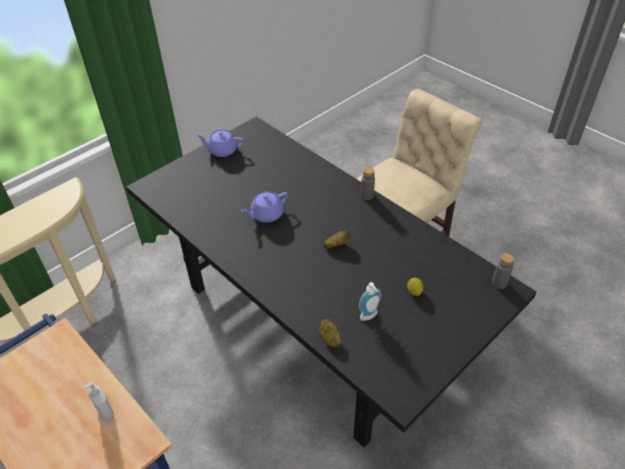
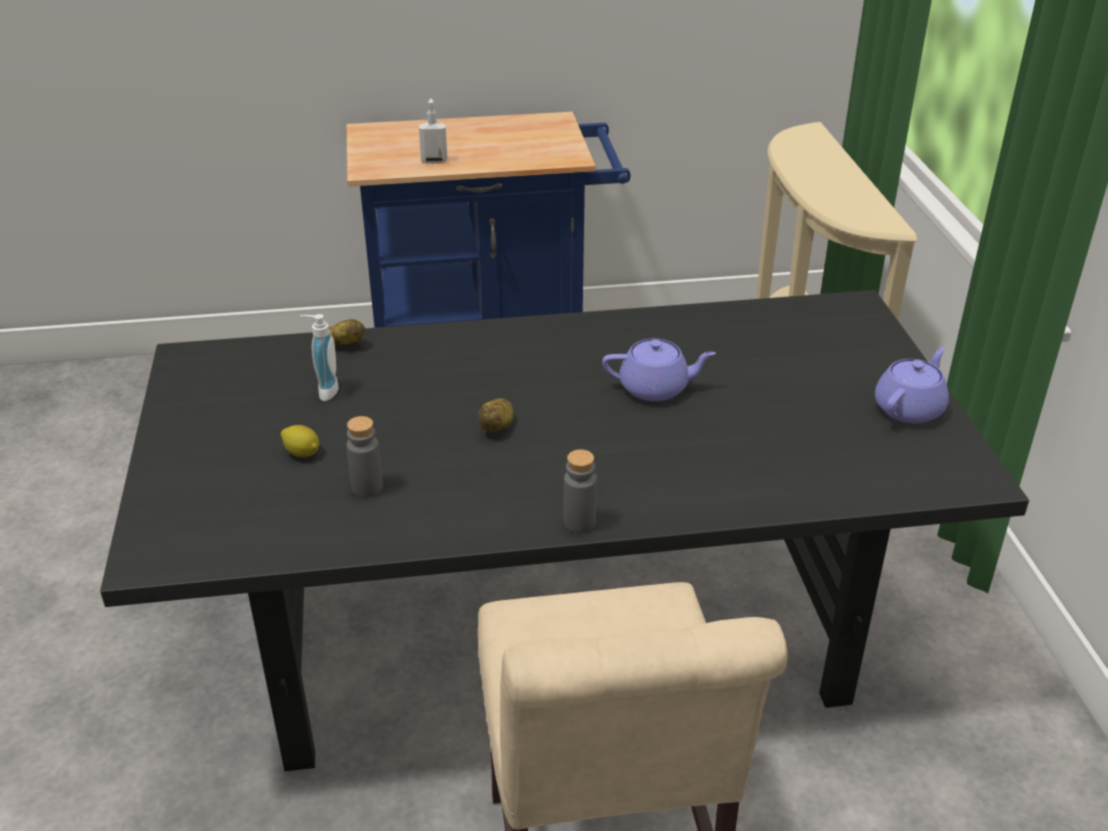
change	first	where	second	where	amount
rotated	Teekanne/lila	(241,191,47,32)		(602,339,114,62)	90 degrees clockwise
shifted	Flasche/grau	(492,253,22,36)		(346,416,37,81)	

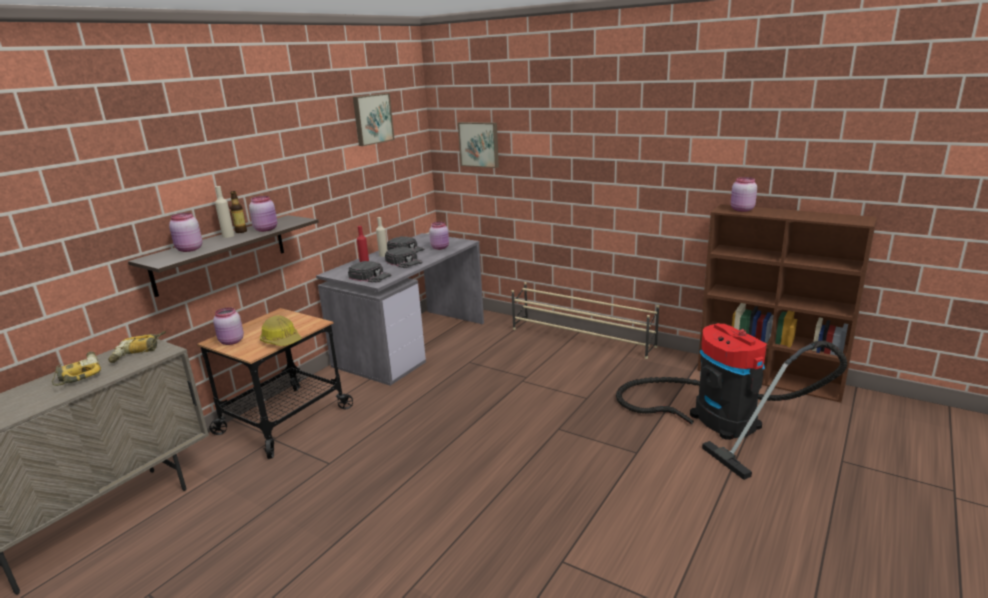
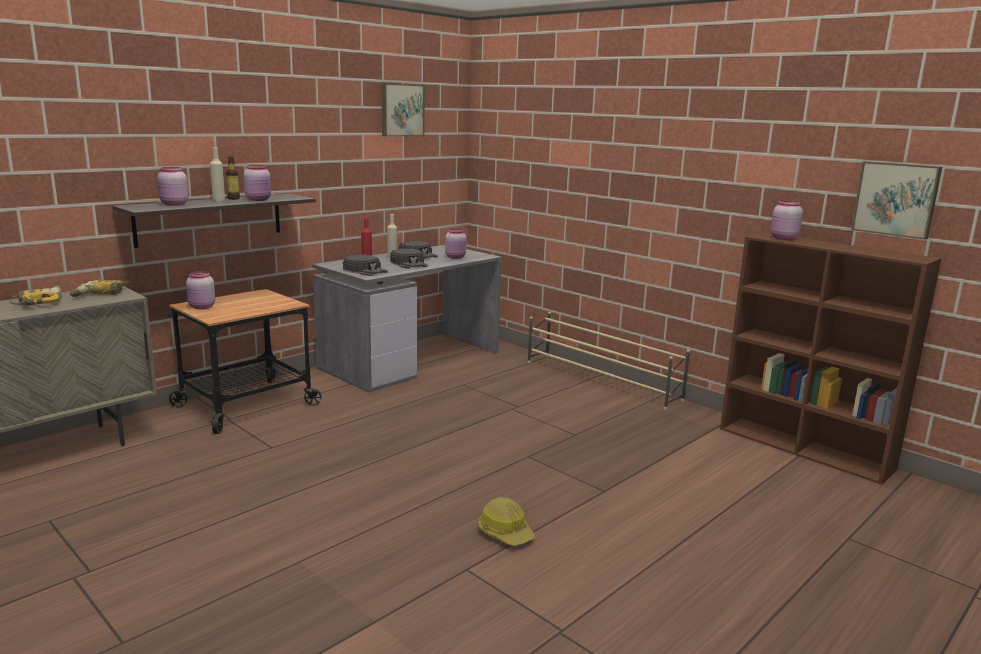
change	first	where	second	where	amount
shifted	Bild	(458,122,41,46)		(851,161,91,79)	
shifted	Schutzhelm	(260,316,42,30)		(478,497,57,49)	
gone	Staubsauger	(616,323,231,157)			

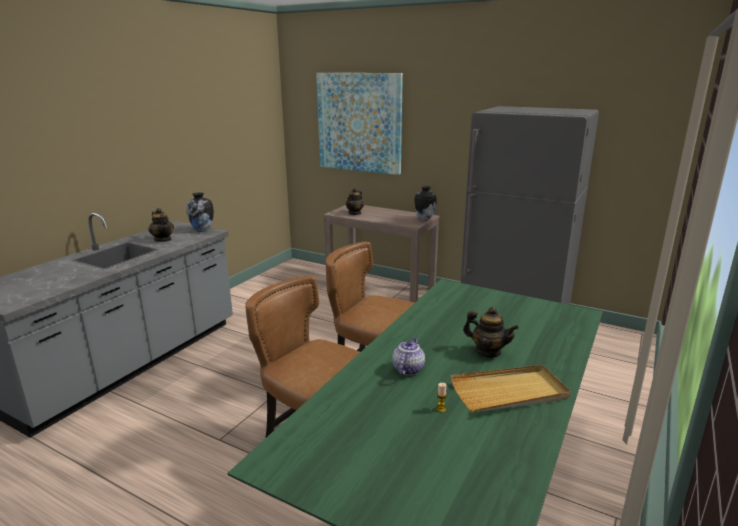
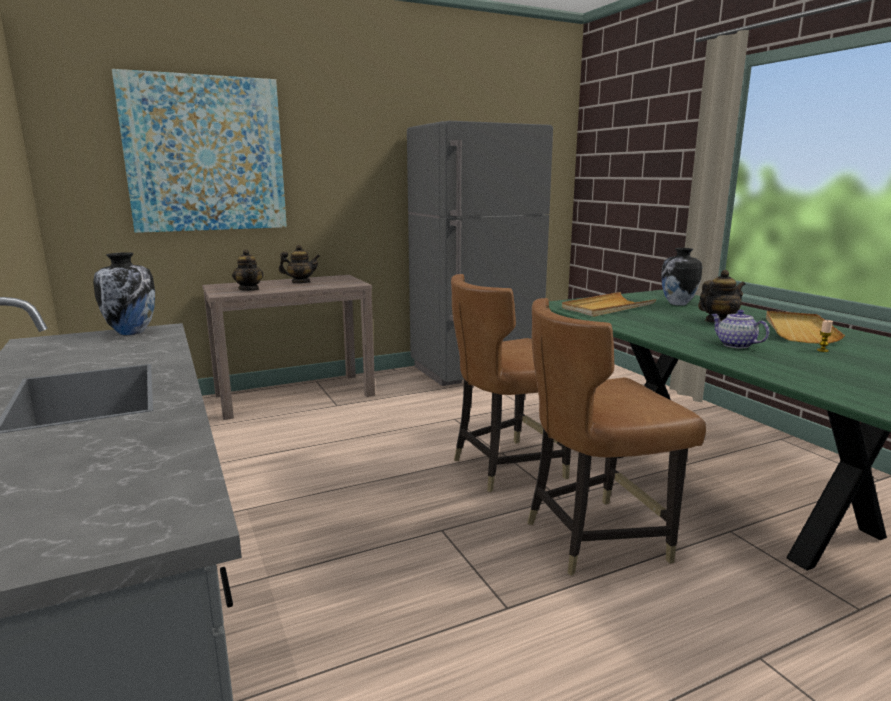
change	first	where	second	where	amount
shifted	Vase	(414,186,23,34)		(661,248,41,58)	
shifted	Teekanne	(148,208,26,34)		(279,245,41,38)	
new			Tablett/beige	(562,292,95,25)	

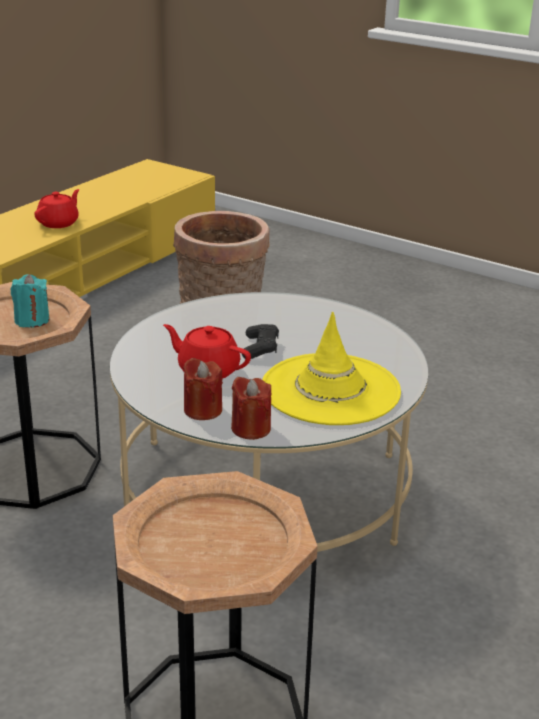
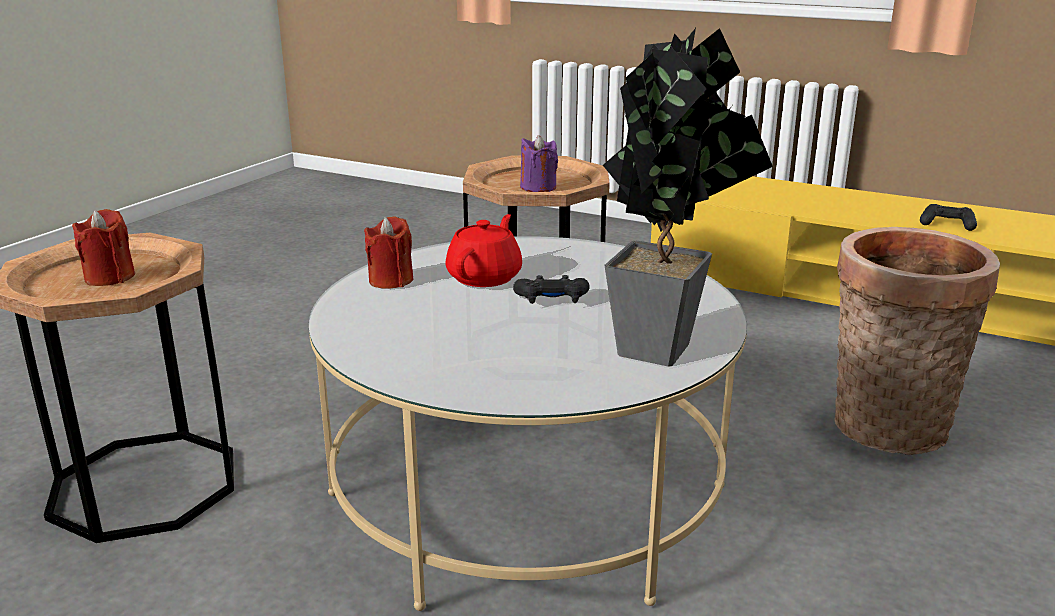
change	first	where	second	where	amount
swapped	Teekanne/rot	(34,189,46,39)	Gamepad/schwarz	(920,204,57,27)	
repainted	Kerze/türkis	(11,274,38,54)	Kerze/lila	(520,135,38,57)	
gone	Hut/gelb	(262,312,139,113)			
shifted	Kerze/rot	(231,377,40,63)		(72,209,63,77)	
new			Topfpflanze	(603,28,170,338)	

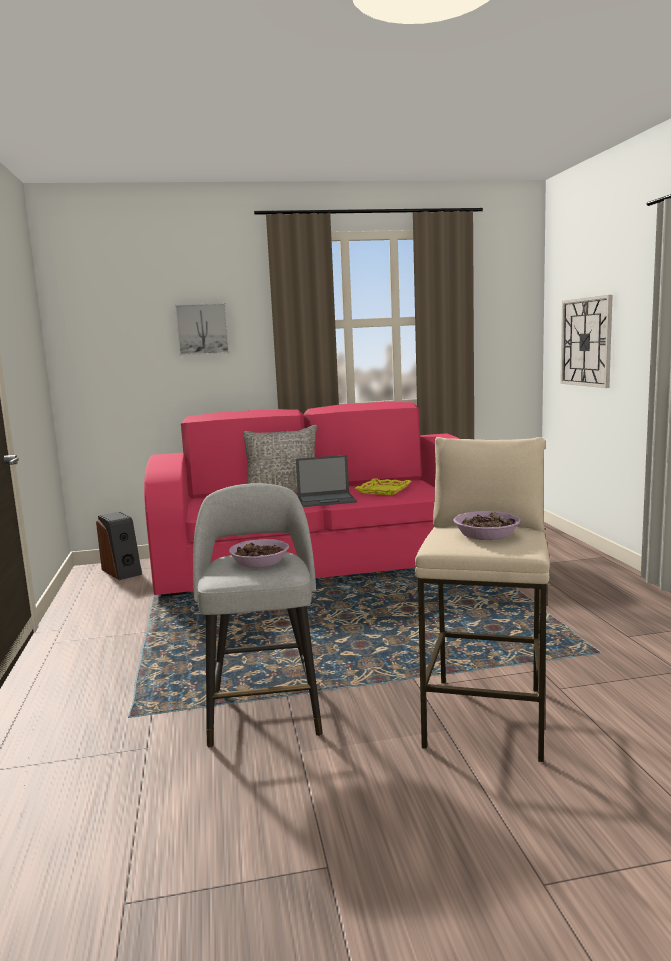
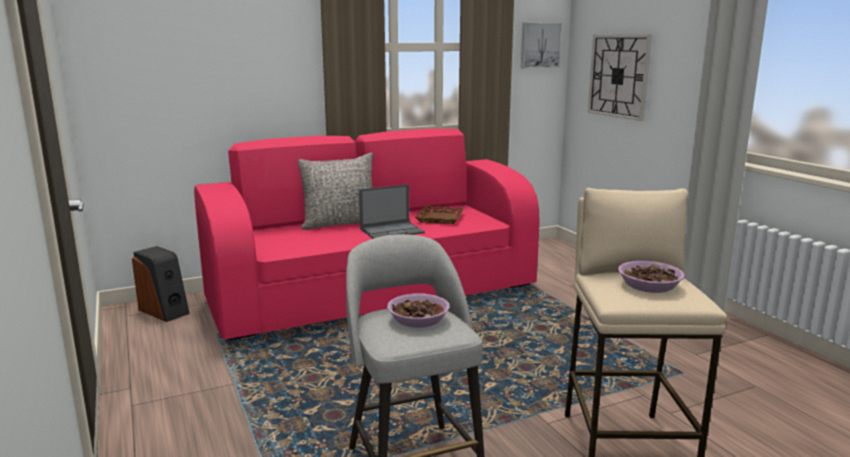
change	first	where	second	where	amount
shifted	Bild	(175,303,54,53)		(521,23,41,46)	
repainted	Tablett/gelb	(355,478,56,17)	Tablett/braun	(415,205,49,19)	

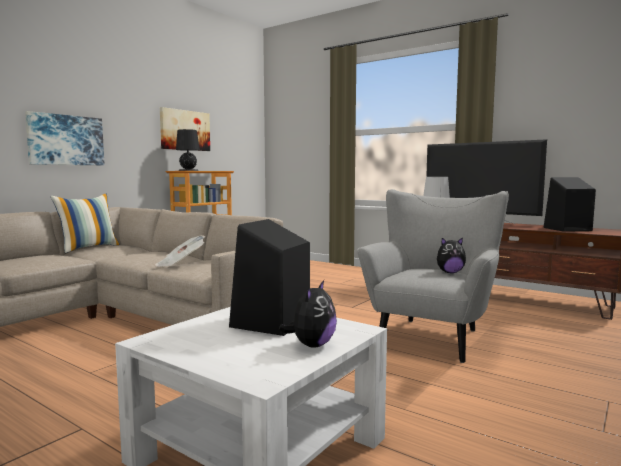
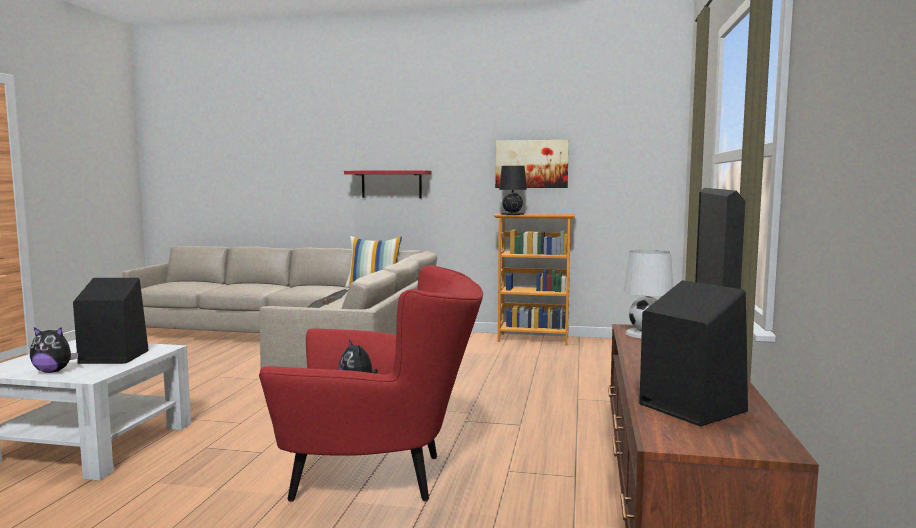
change	first	where	second	where	amount
swapped	Bild	(25,111,80,55)	Wandregal/rot	(344,170,87,28)	
repainted	Sessel/grau	(357,189,152,174)	Sessel/rot	(259,265,224,237)	

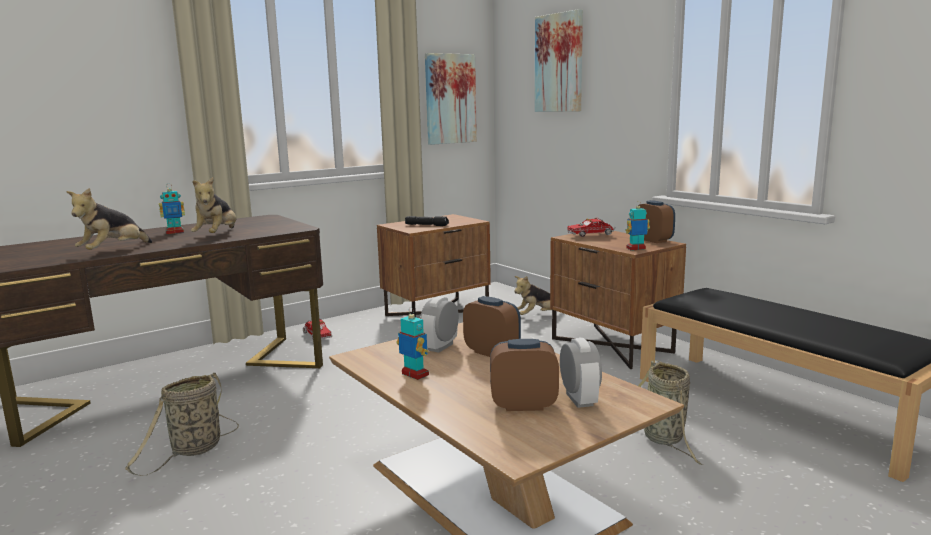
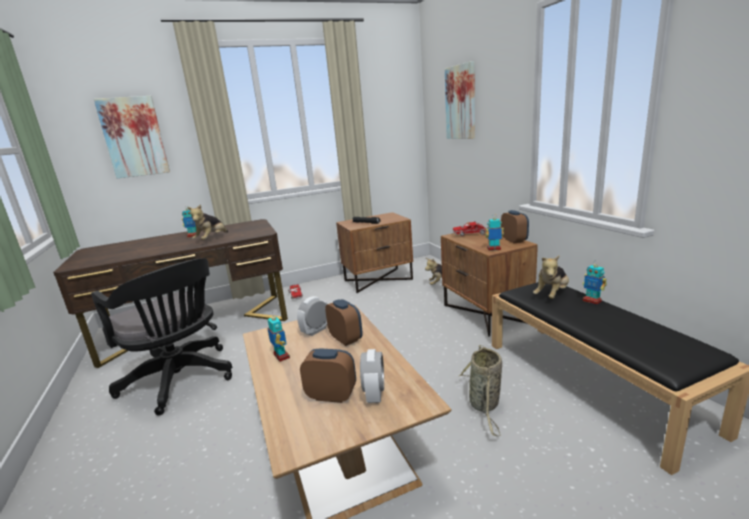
change	first	where	second	where	amount
shifted	Bild	(425,53,52,92)		(94,96,76,82)	
shifted	Plüschtier	(66,188,86,62)		(533,255,36,44)	
swapped	Korb	(125,373,114,103)	Bürostuhl/schwarz	(91,258,141,158)	
new			Spielzeugroboter	(583,260,24,45)	

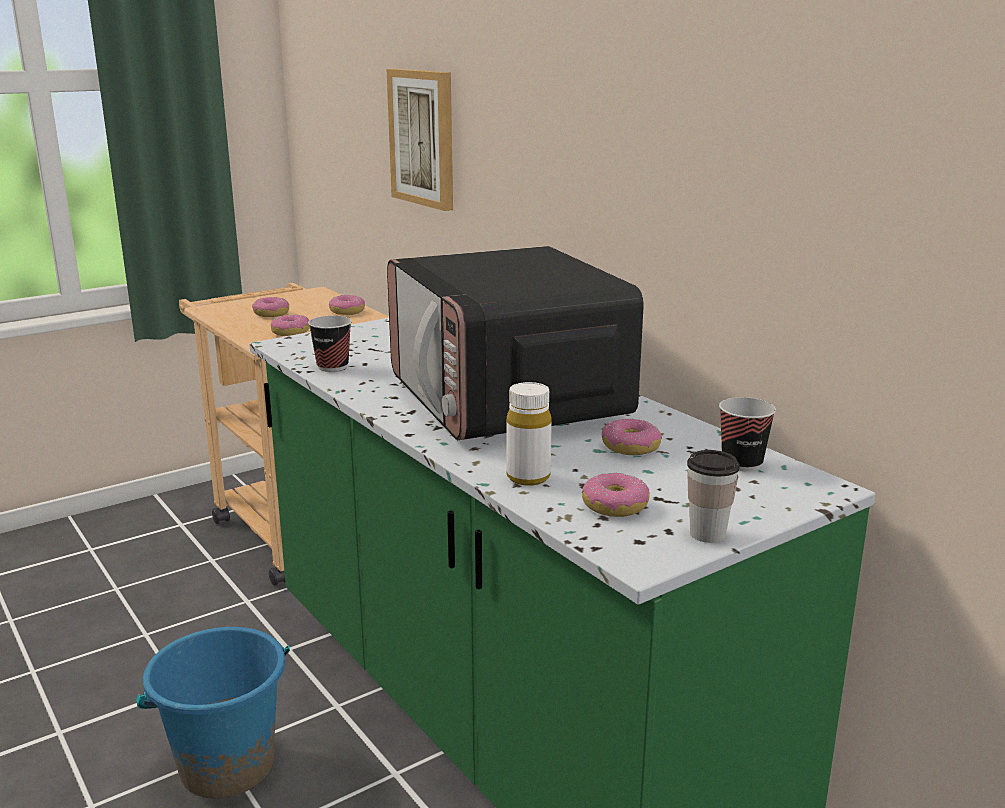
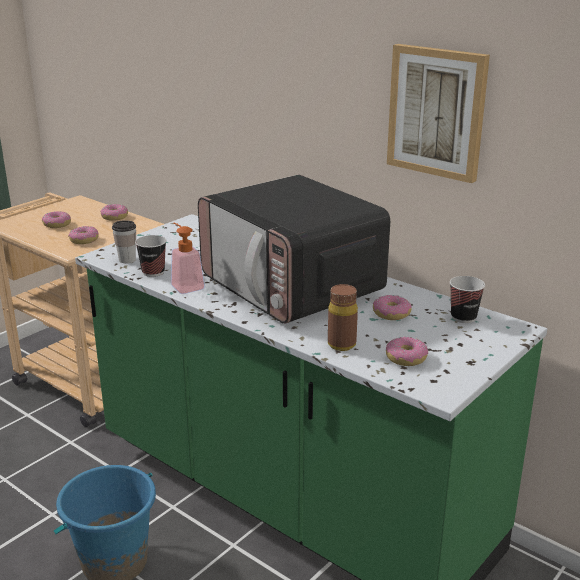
change	first	where	second	where	amount
shifted	Bild	(387,69,66,142)		(387,44,103,139)	
repainted	Flasche/weiß	(506,382,46,104)	Flasche/braun	(328,284,30,67)	
shifted	Tasse	(687,450,53,93)		(112,220,24,43)	
new			Seifenspender	(171,222,34,72)	

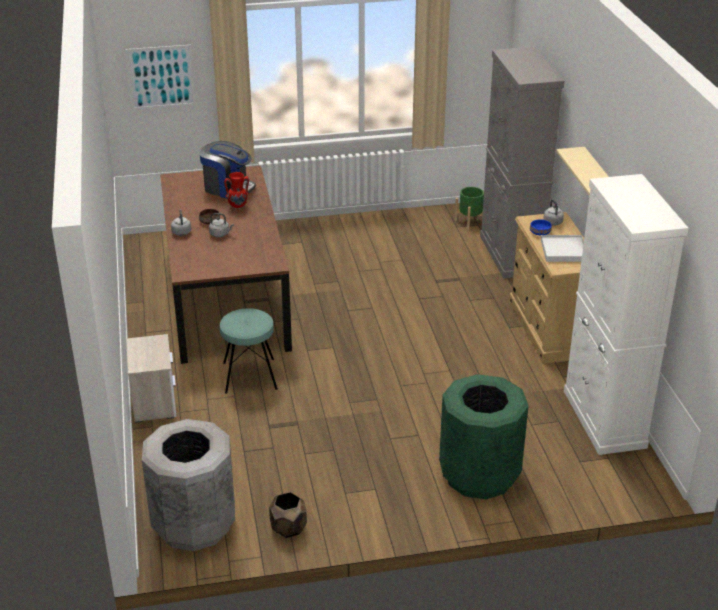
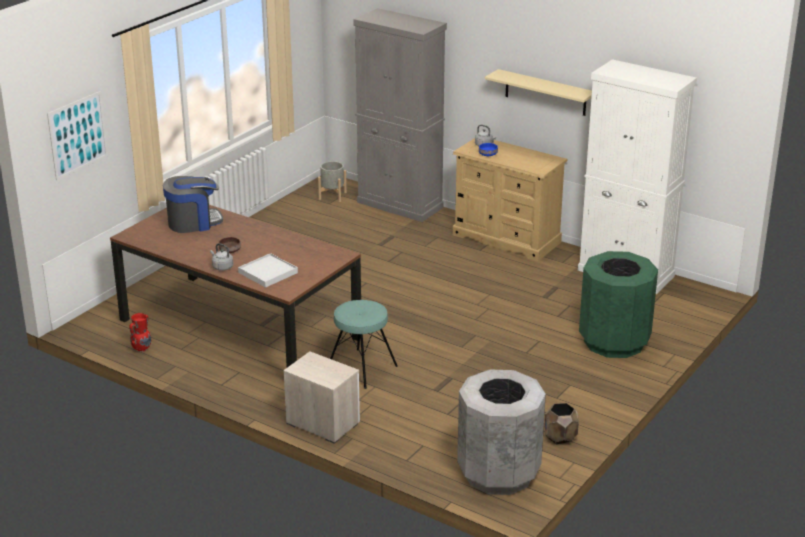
change	first	where	second	where	amount
shifted	Vase/rot	(224,172,25,37)		(130,313,21,39)	
repainted	Pflanzkübel/grün	(455,187,29,43)	Pflanzkübel/grau	(318,161,29,41)	
gone	Wasserkessel/grau	(209,213,25,24)			
shifted	Tablett/weiß	(541,235,43,27)		(238,253,60,35)	

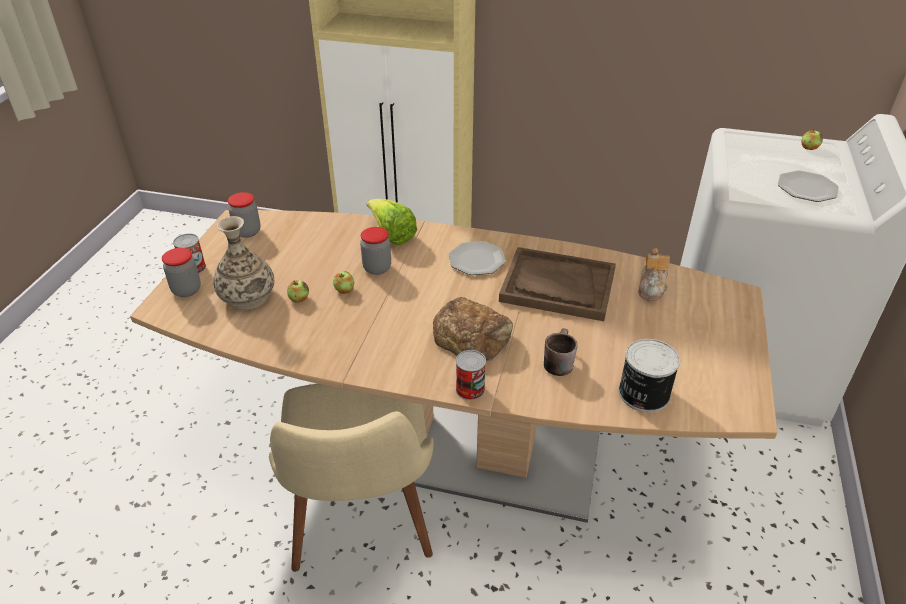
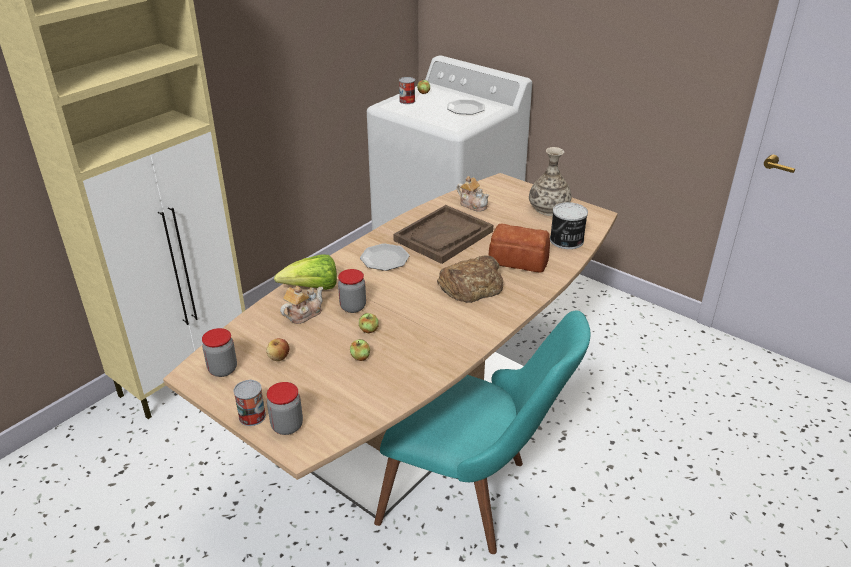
change	first	where	second	where	amount
shifted	Vase	(213,216,61,94)		(529,147,42,69)	
swapped	Henkelbecher/braun	(544,328,33,48)	Brot	(488,223,62,50)	
shifted	Dose	(456,350,30,50)		(399,77,16,27)	
repainted	Stuhl/beige	(269,384,165,188)	Stuhl/türkis	(374,310,216,244)	
new			Teekanne	(280,286,43,38)	
new			Apfel	(266,338,23,23)	

